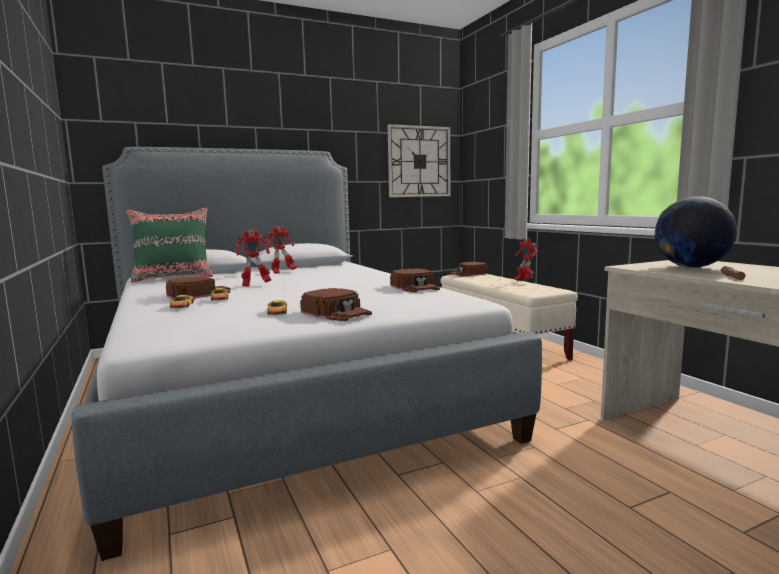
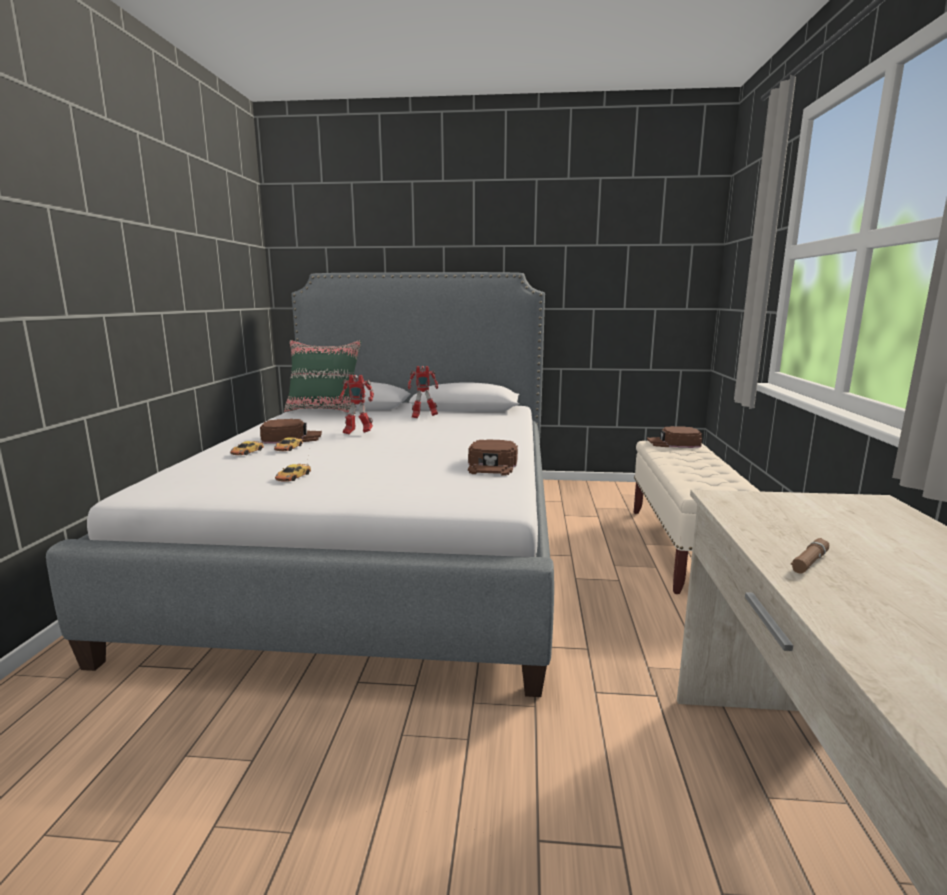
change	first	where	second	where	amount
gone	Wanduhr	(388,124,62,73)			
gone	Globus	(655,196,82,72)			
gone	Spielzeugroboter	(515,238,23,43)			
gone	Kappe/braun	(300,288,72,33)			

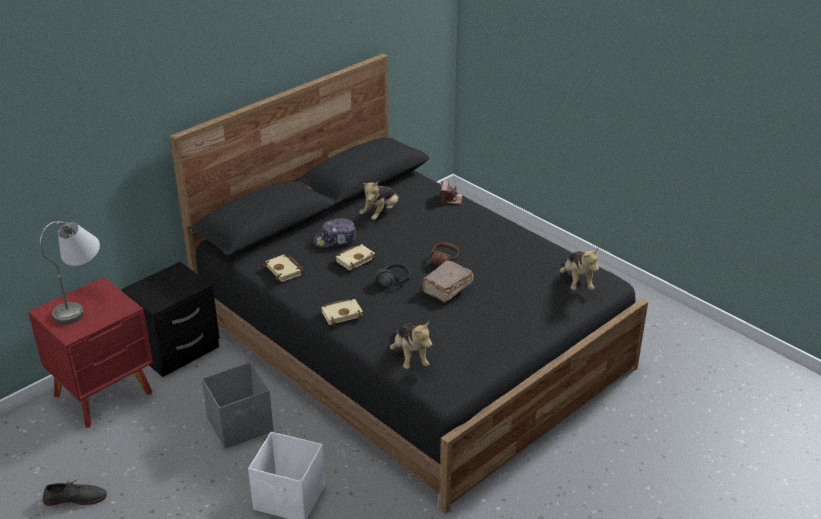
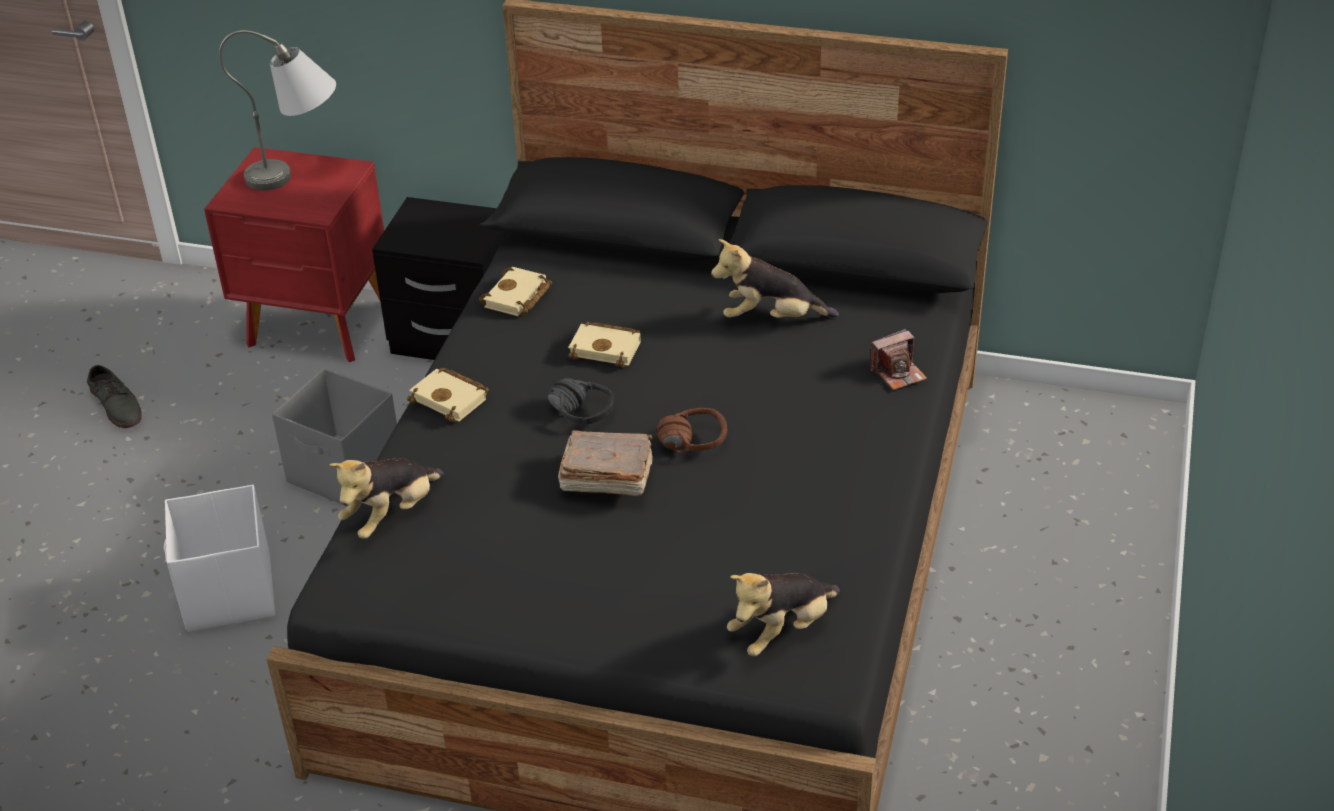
change	first	where	second	where	amount
gone	Kappe	(313,218,44,29)			

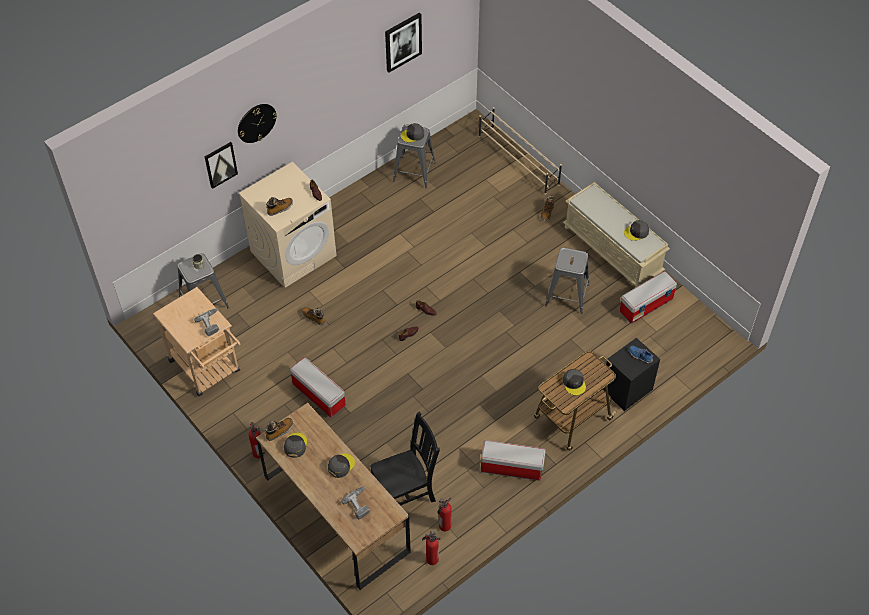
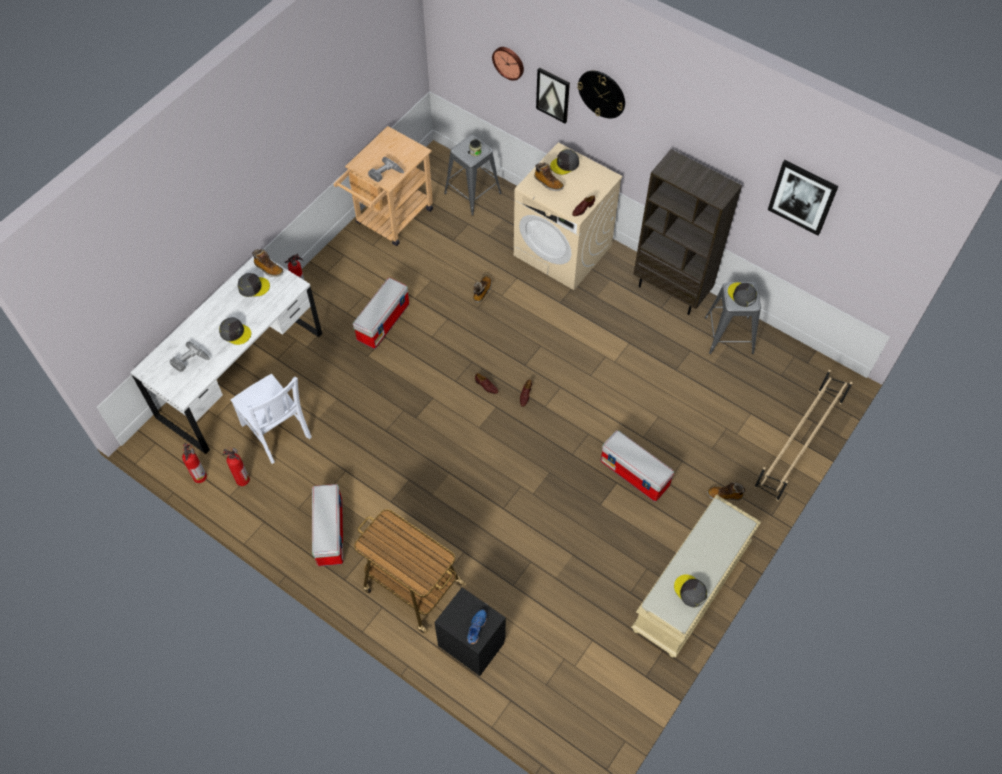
change	first	where	second	where	amount
gone	Hocker/grau	(545,247,44,67)			
shifted	Aufbewahrungsbox	(619,271,58,53)		(601,430,73,72)	
shifted	Kappe/grau	(563,369,23,26)		(550,149,29,26)	
repainted	Schreibtisch/braun	(256,403,155,187)	Schreibtisch/weiß	(130,256,192,198)	
repainted	Stuhl/schwarz	(370,411,70,95)	Stuhl/weiß	(231,374,81,90)	
new			Wanduhr	(492,47,32,34)	
new			Bücherregal/braun	(633,149,109,166)	

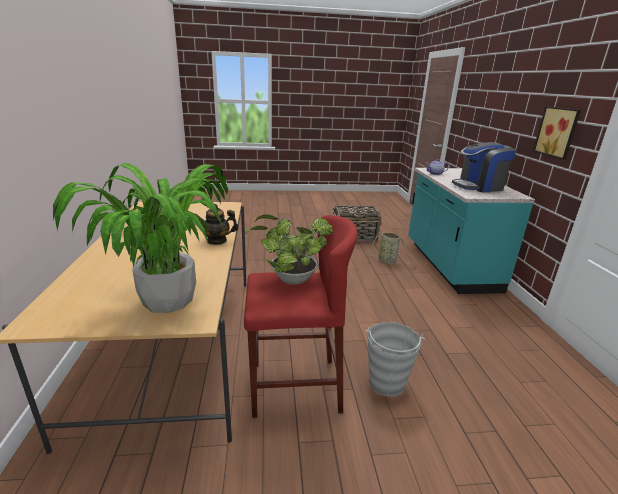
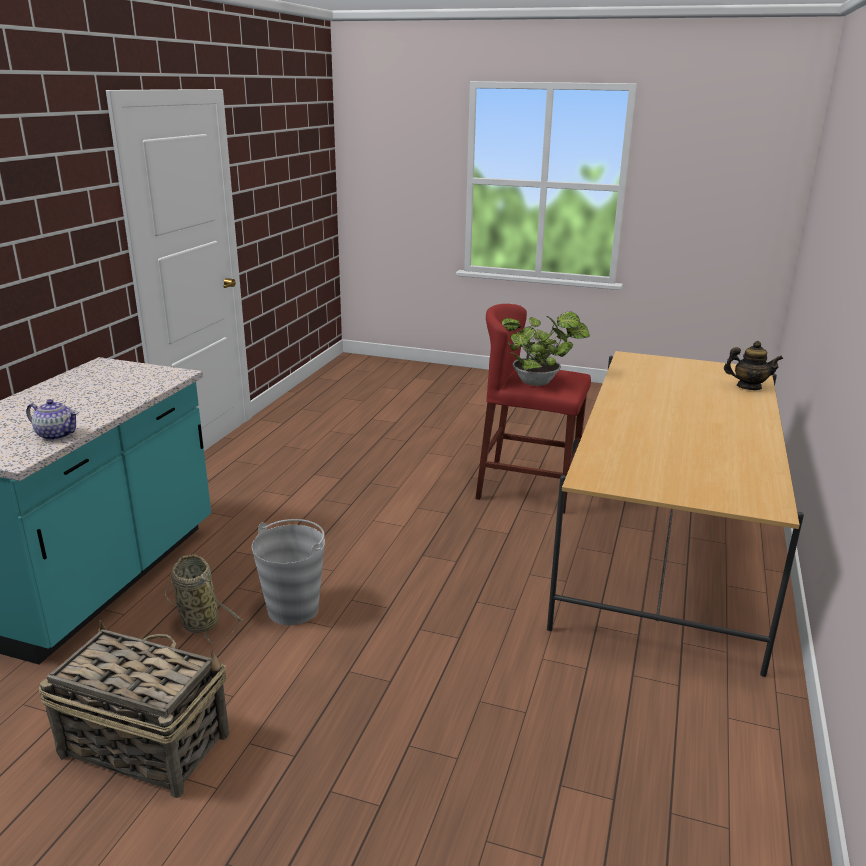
change	first	where	second	where	amount
gone	Bild	(533,106,48,54)			
gone	Kaffeemaschine	(452,142,64,50)			
gone	Topfpflanze	(53,163,175,150)			
shifted	Teekanne	(195,204,44,41)		(724,341,59,49)	
shifted	Eimer/grau	(365,322,60,75)		(252,519,73,106)	

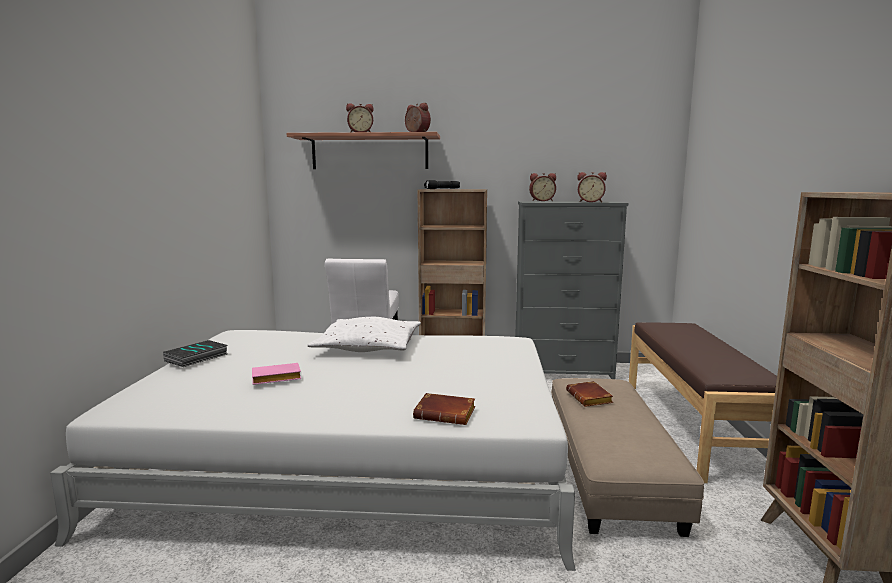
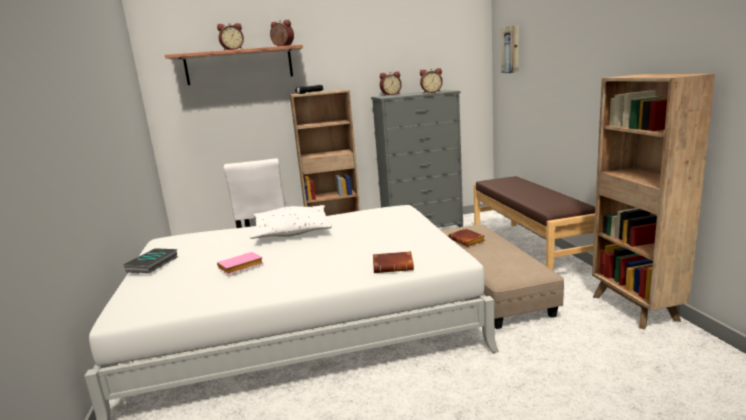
change	first	where	second	where	amount
new			Bild	(500,25,19,48)	

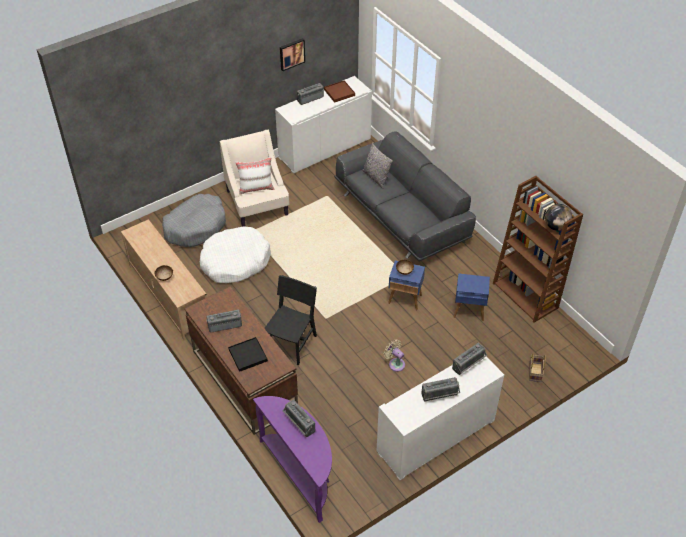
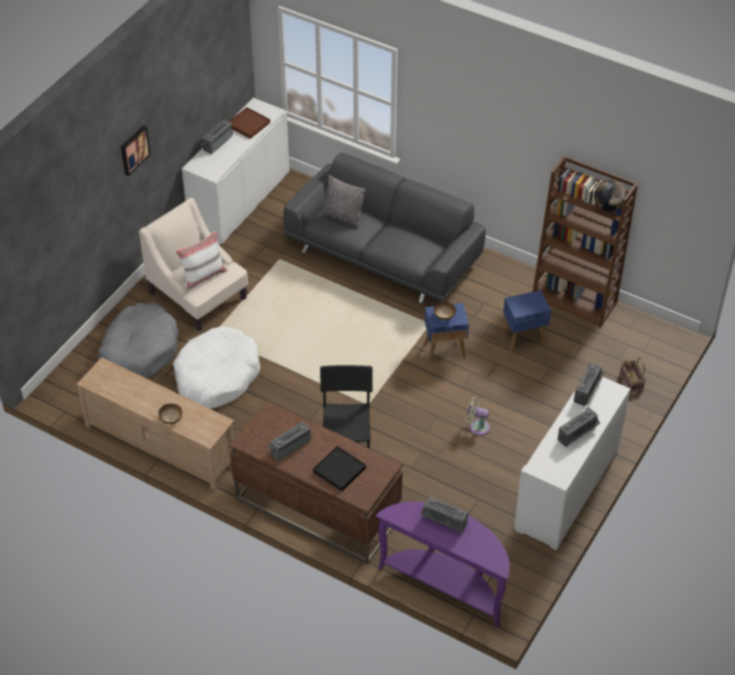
change	first	where	second	where	amount
shifted	Bild	(280,38,25,33)		(121,126,29,50)	

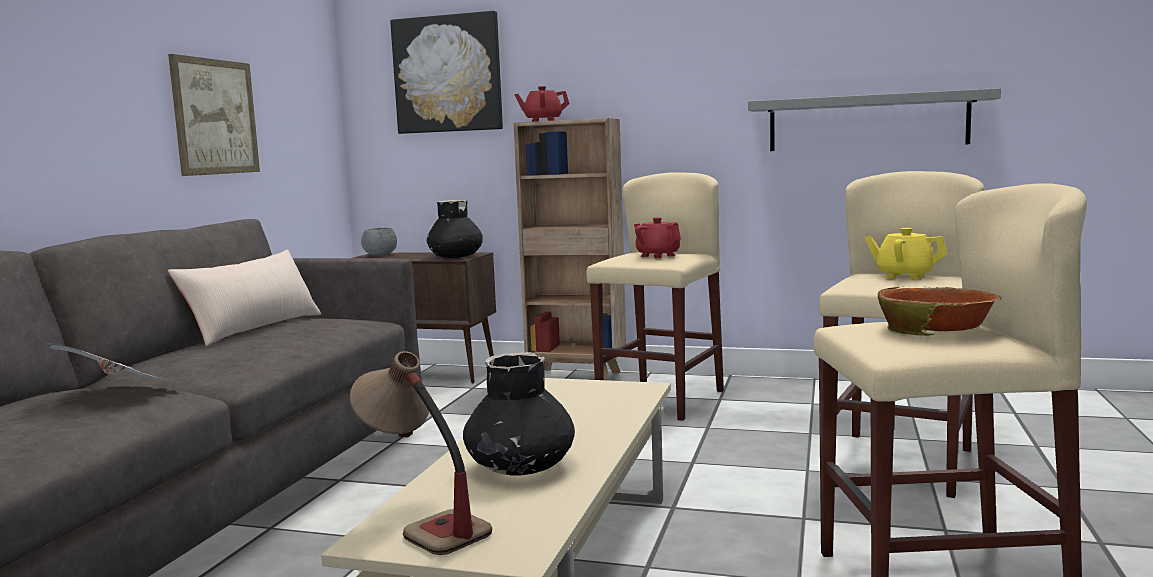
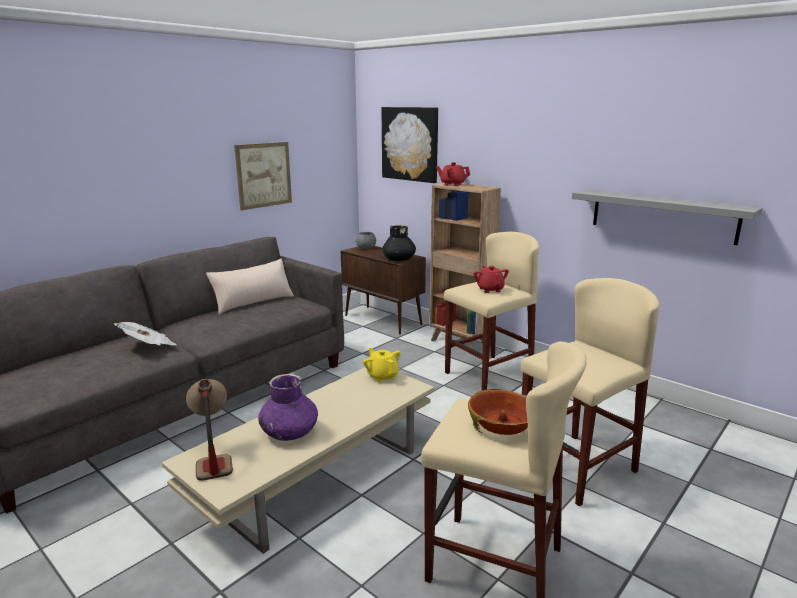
change	first	where	second	where	amount
shifted	Teekanne/gelb	(865,228,82,52)		(363,348,38,34)	
repainted	Vase/schwarz	(463,352,112,123)	Vase/lila	(258,374,60,67)	

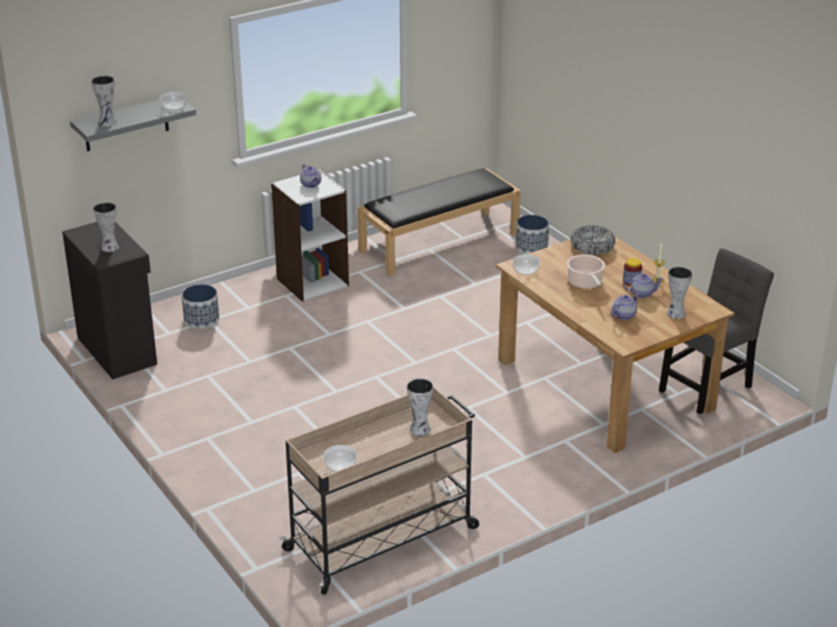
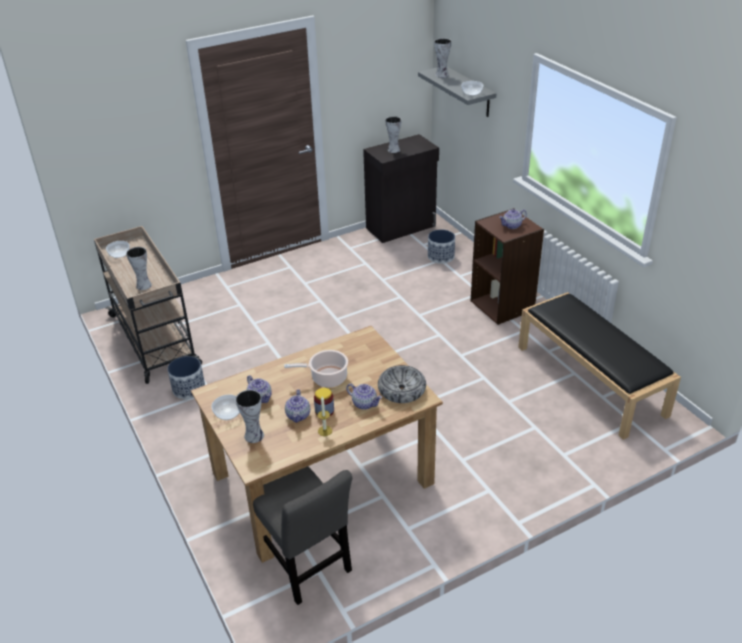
change	first	where	second	where	amount
repainted	Bücherregal/weiß	(271,170,78,132)	Bücherregal/braun	(471,208,73,117)	
shifted	Pflanzkübel	(516,215,33,39)		(168,356,37,43)	
shifted	Schüssel	(512,254,28,21)		(211,395,29,25)	
new			Teekanne	(346,383,36,27)	

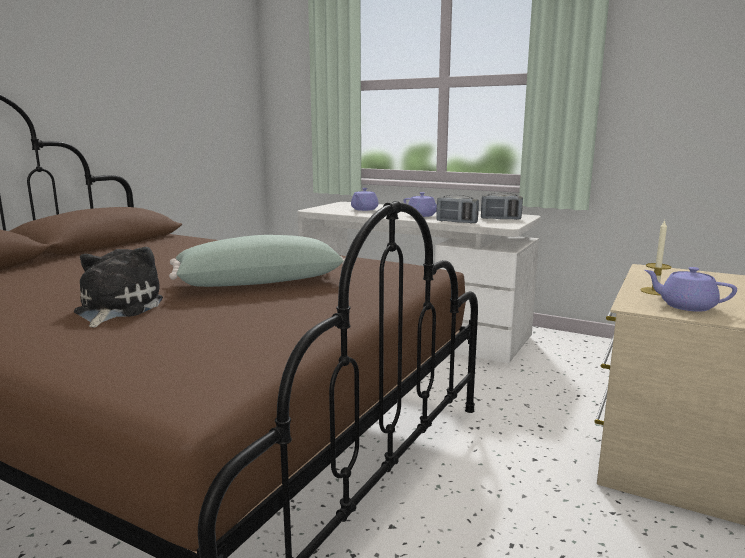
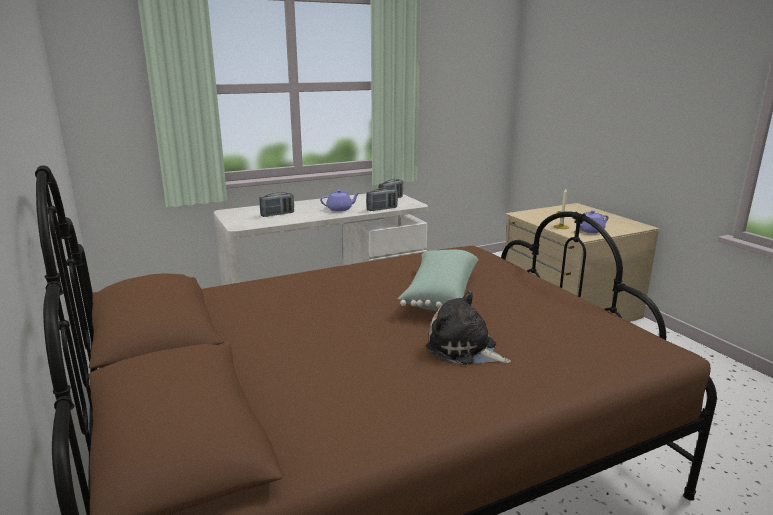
change	first	where	second	where	amount
swapped	Teekanne/lila	(351,188,28,23)	Radio	(260,192,34,25)	

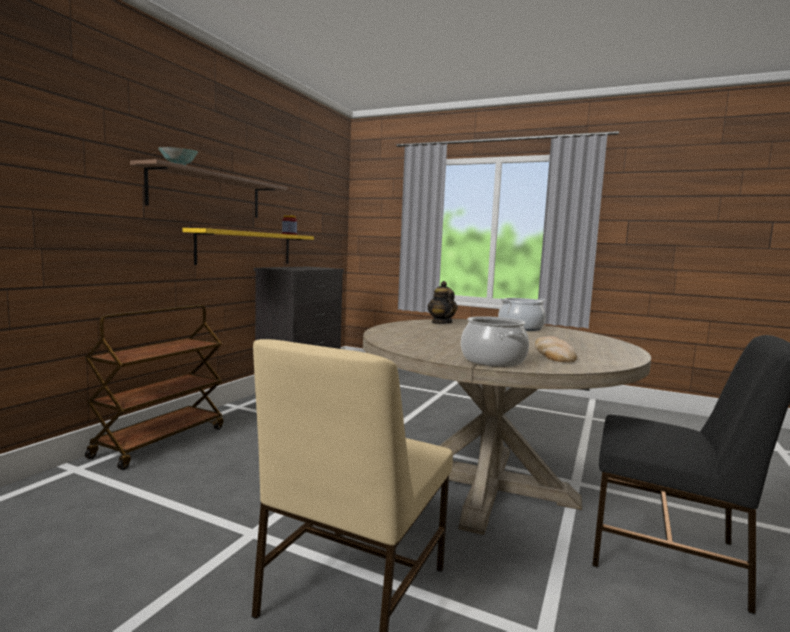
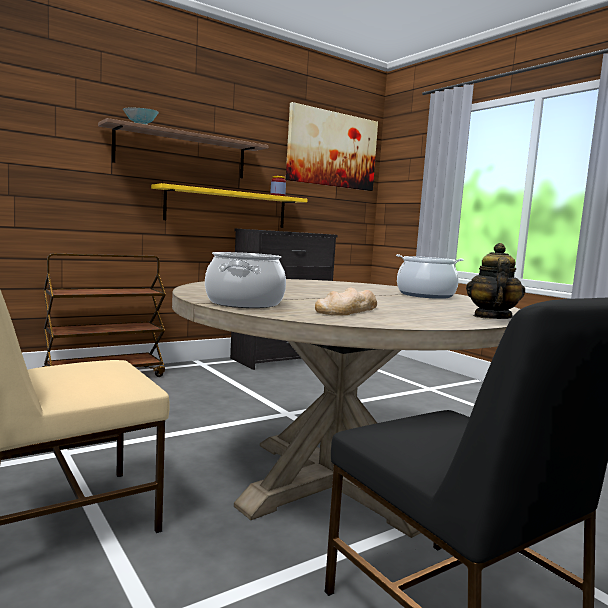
change	first	where	second	where	amount
shifted	Teekanne	(428,281,30,43)		(466,243,59,76)	
new			Bild	(286,102,92,89)	

